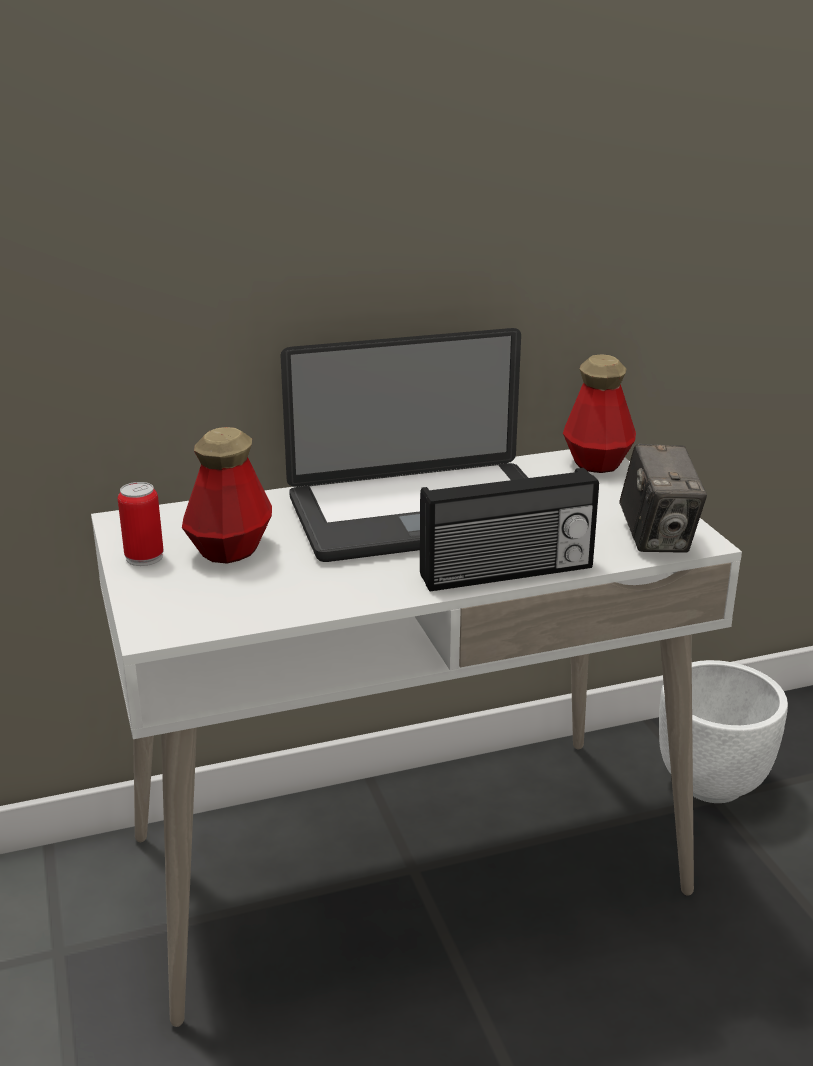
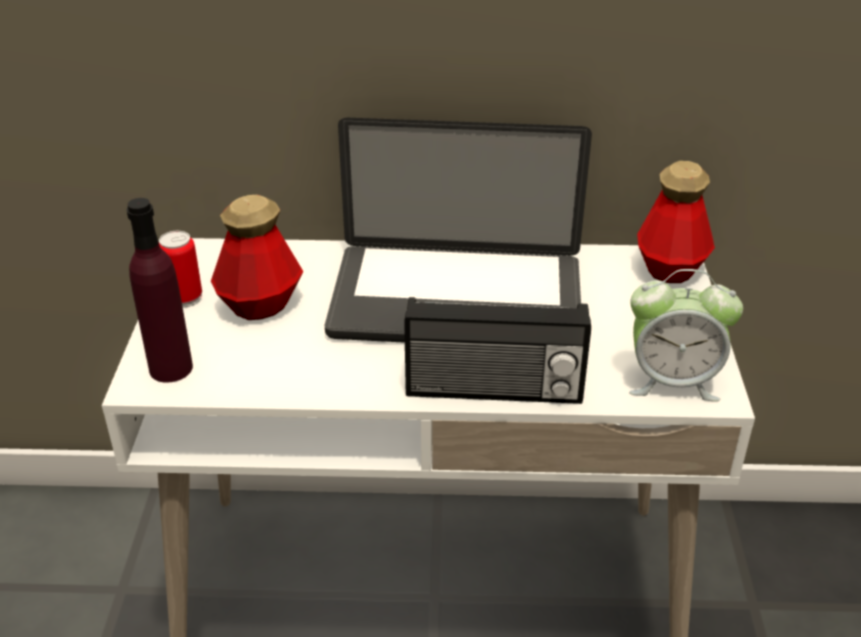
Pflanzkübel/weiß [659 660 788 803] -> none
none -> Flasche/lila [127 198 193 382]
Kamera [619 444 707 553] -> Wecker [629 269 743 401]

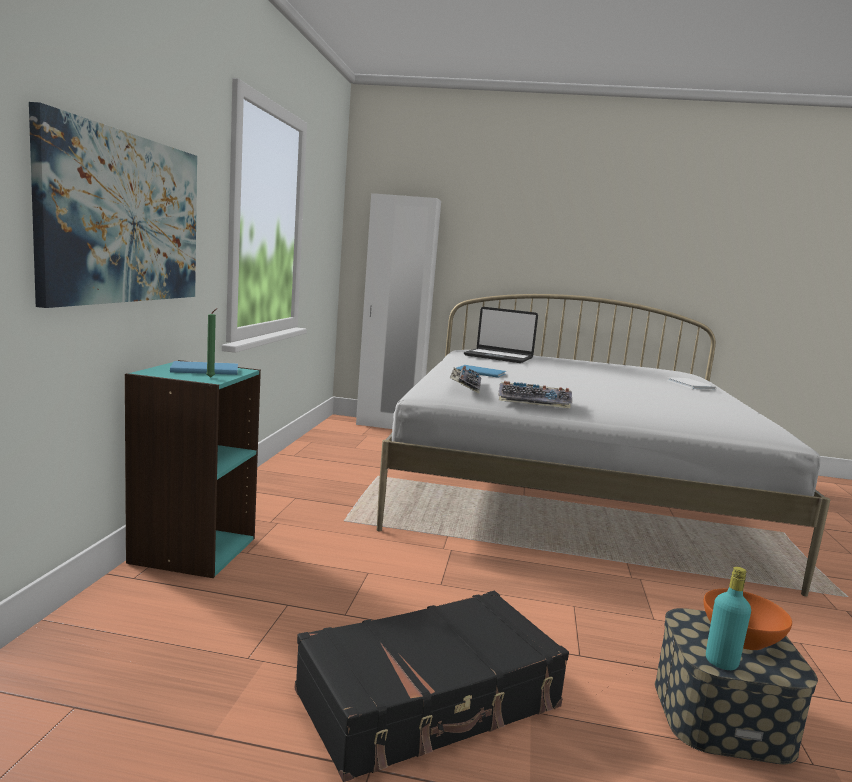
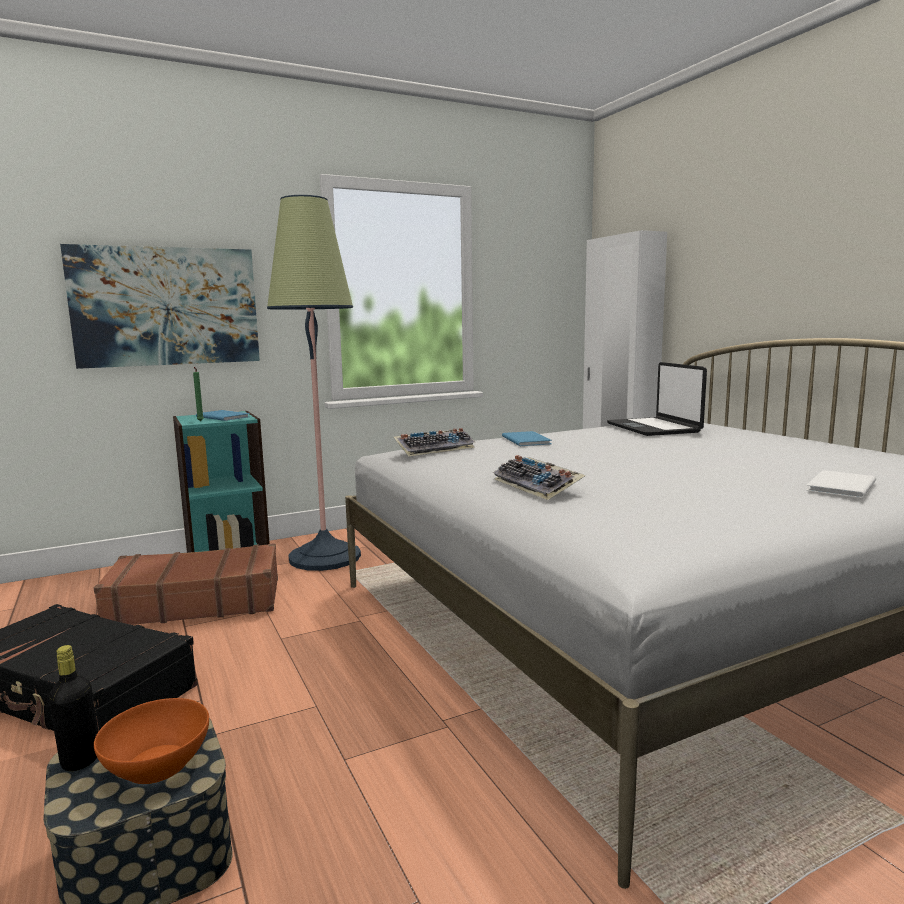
none -> Koffer/braun [94 543 278 625]
none -> Stehlampe [267 195 361 571]
Tastatur [498 381 572 409] -> Tastatur [493 455 586 500], relocated
Flasche/türkis [706 567 751 670] -> Flasche/schwarz [49 645 97 771]

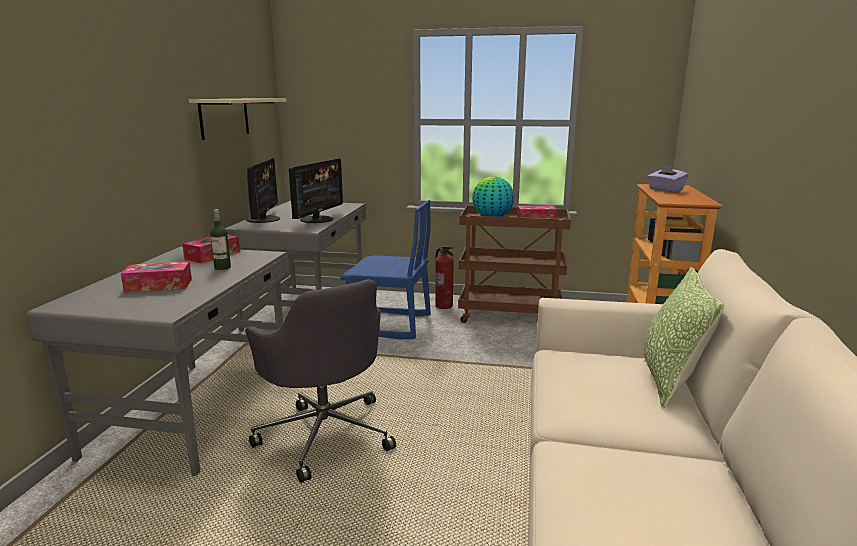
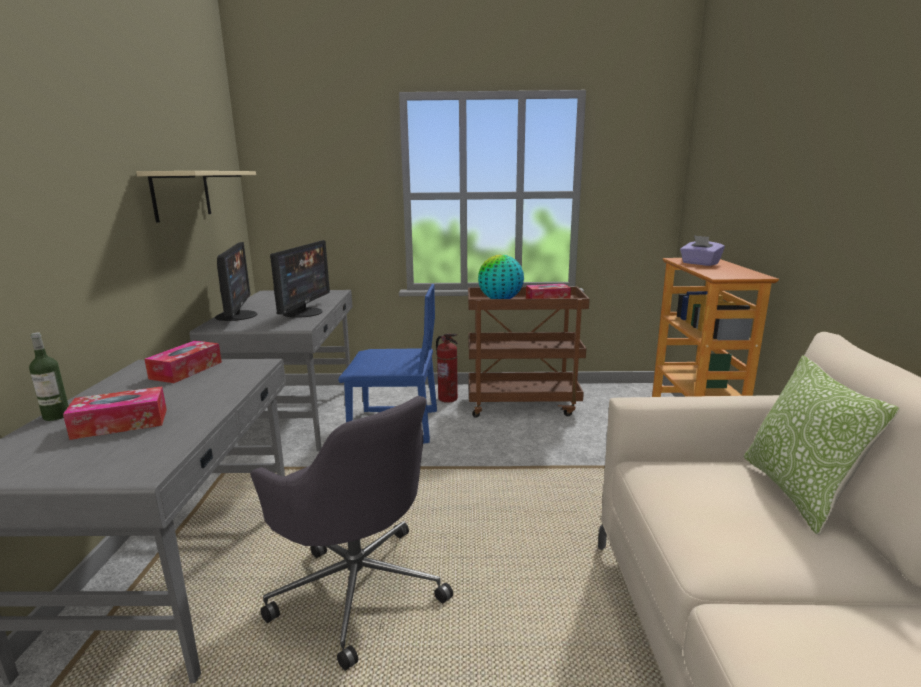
Flasche [210 209 231 270] -> Flasche [29 332 69 421], relocated

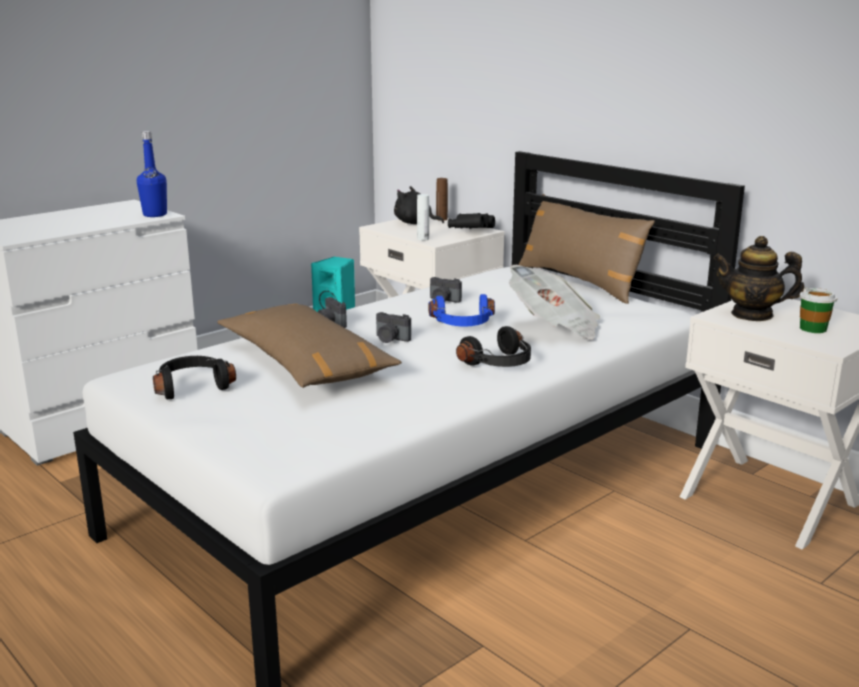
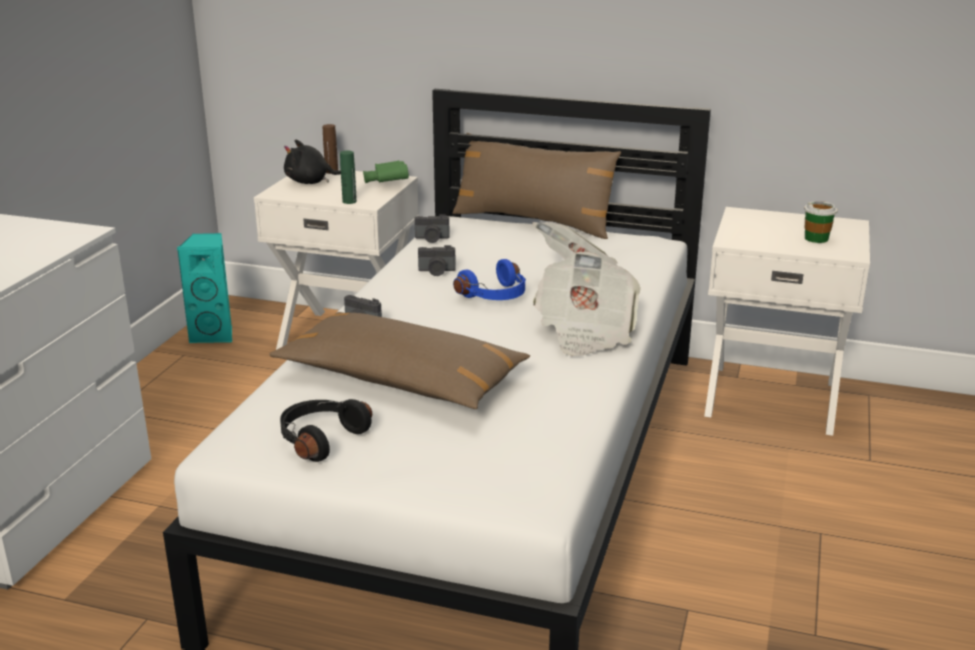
Flasche/blau [137 131 167 217] -> none
Teekanne [713 236 804 321] -> none
Kamera [376 312 411 343] -> Kamera [415 214 450 243], relocated
Kopfhörer/schwarz [456 326 531 367] -> Zeitung [533 252 641 356]
Flasche/weiß [417 194 429 241] -> Flasche/grün [340 150 357 204]
Fernglas/schwarz [448 213 495 229] -> Fernglas/grün [363 160 409 183]

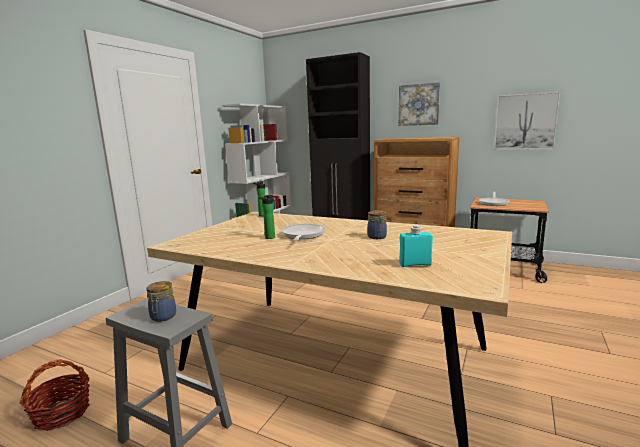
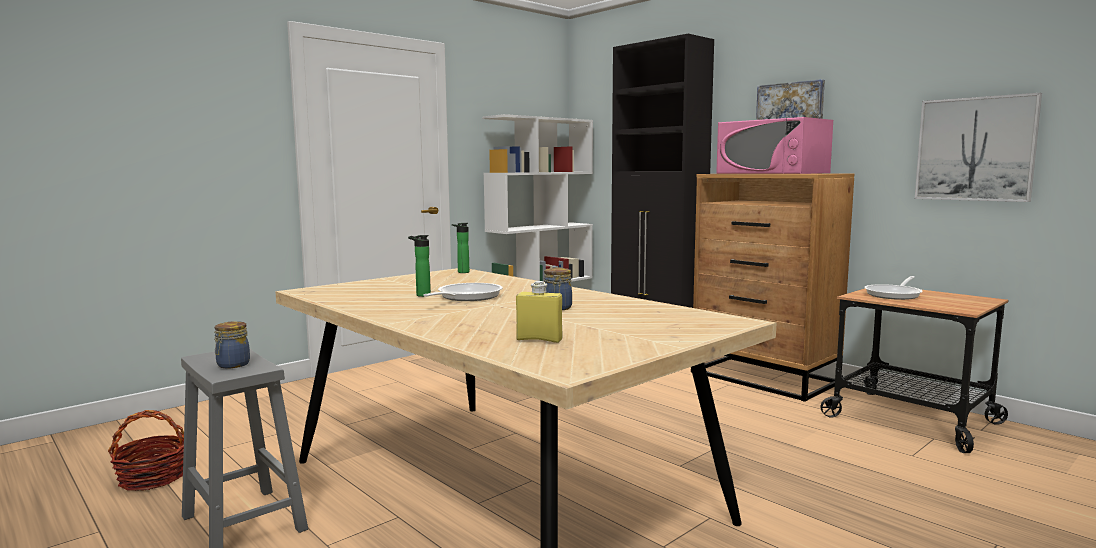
none -> Mikrowelle/rosa [716 117 833 174]
Flasche/türkis [399 225 433 267] -> Flasche/gelb [516 281 562 343]

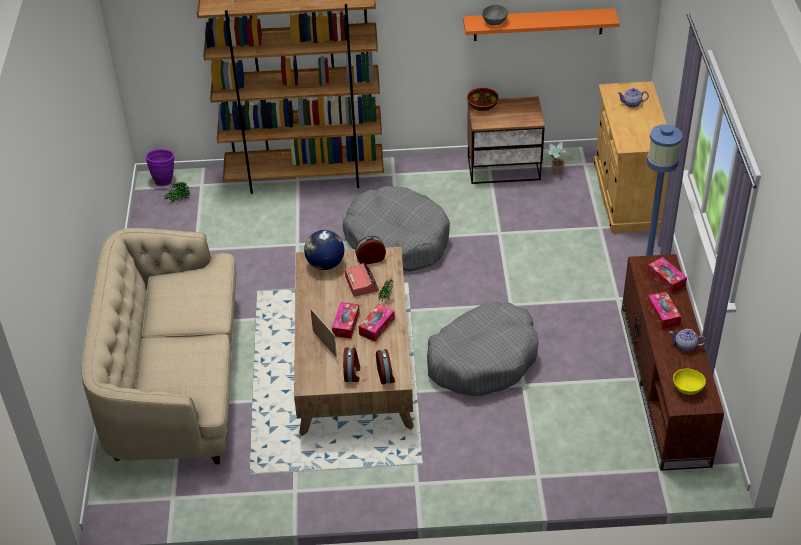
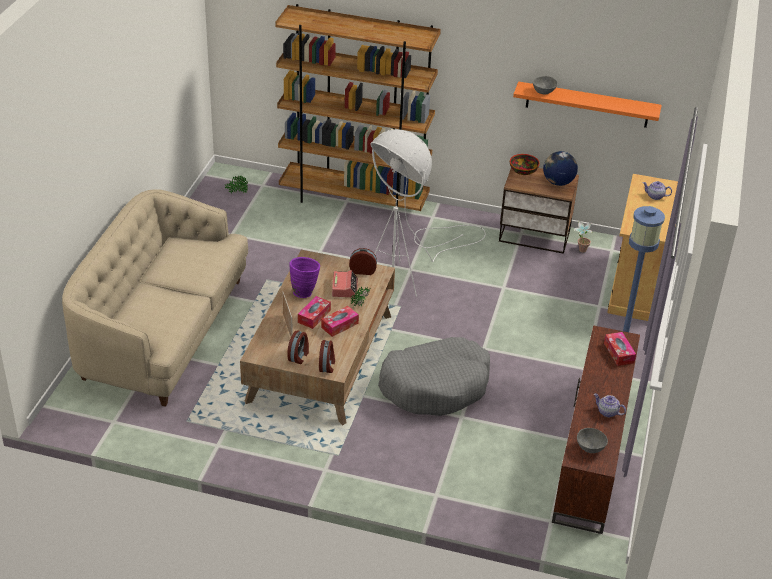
Taschentuchbox [647 291 681 329] -> none
Vase/lila [146 149 174 186] -> Vase/lila [289 257 320 298], relocated
Globus [304 230 344 270] -> Globus [543 151 578 186], relocated
Hundebett/grau [343 186 450 271] -> Stehlampe/weiß [370 129 486 297]
Schüssel/gelb [673 369 706 395] -> Schüssel/grau [577 428 608 453]

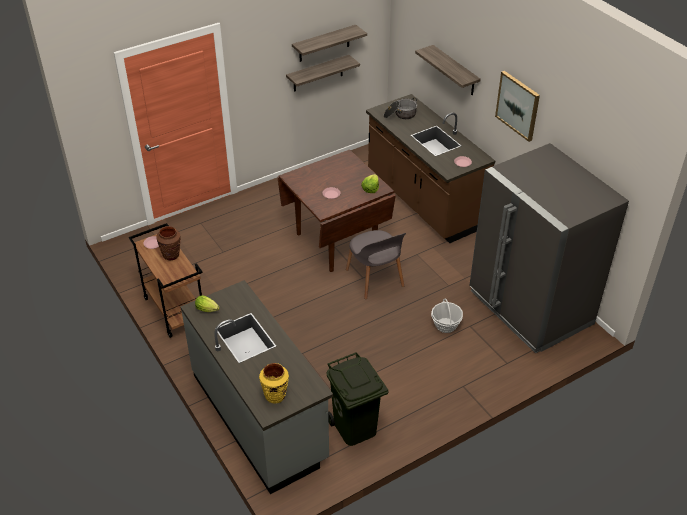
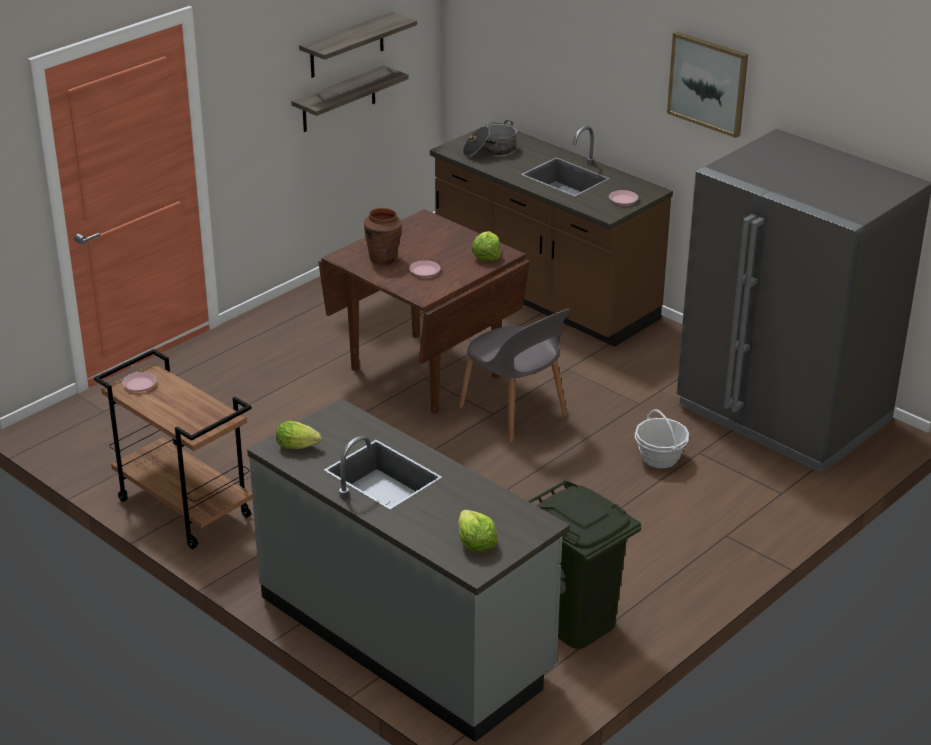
Wandregal [415 45 481 95] -> none
Vase/braun [156 226 181 260] -> Vase/braun [364 208 402 265], relocated
Vase/gelb [259 363 289 404] -> Salatkopf [458 510 498 552]

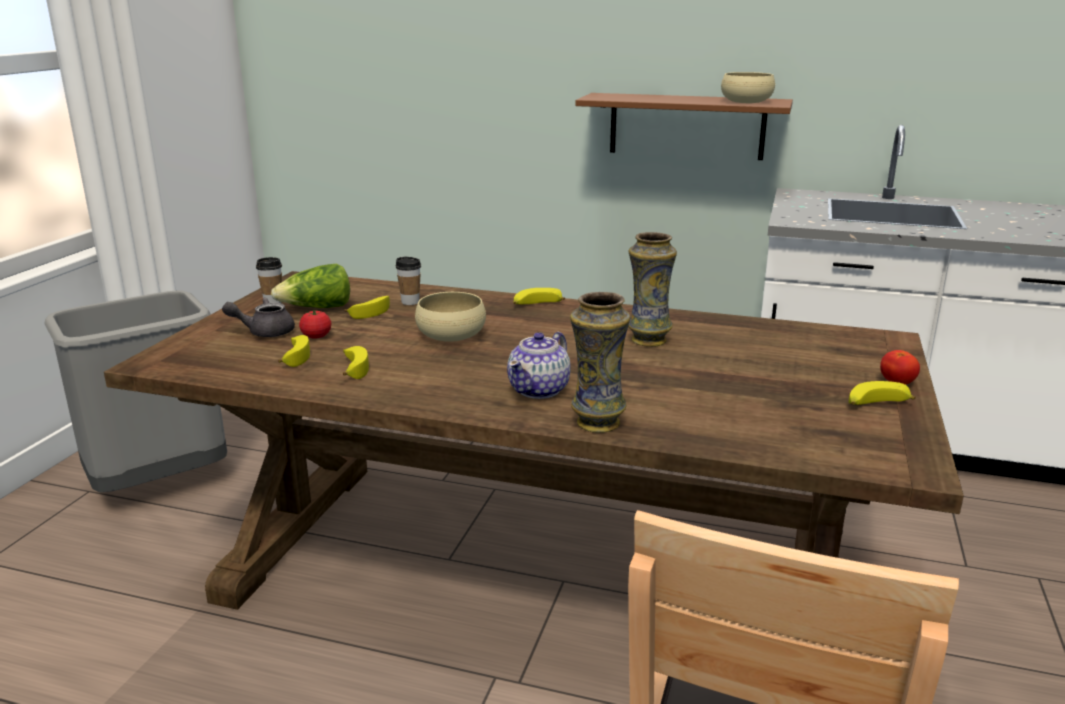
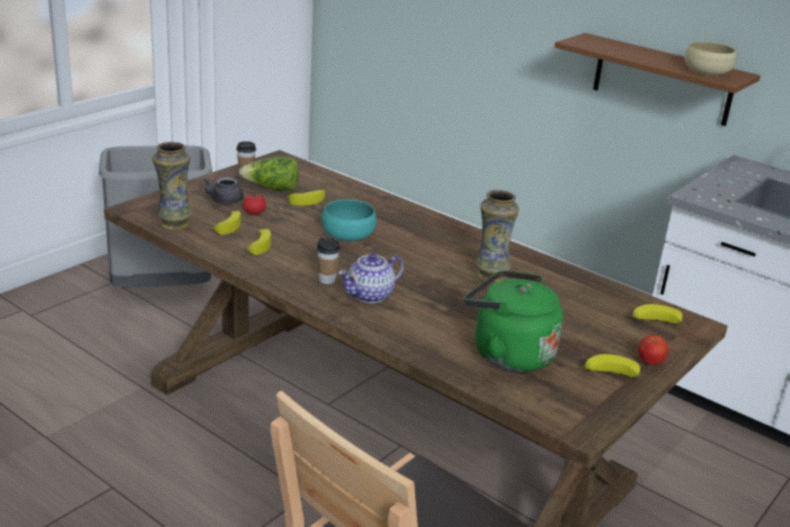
none -> Wasserkessel/grün [464 270 563 372]
Tasse [396 257 421 305] -> Tasse [316 237 341 284], relocated
Banane [513 288 565 304] -> Banane [632 304 684 324], relocated
Vase [570 292 630 433] -> Vase [152 142 192 230], relocated
Schüssel/beige [415 292 486 342] -> Schüssel/türkis [321 199 377 241]
Teekanne/grau [222 298 295 337] -> Teekanne/grau [204 177 244 204], 75 degrees counterclockwise

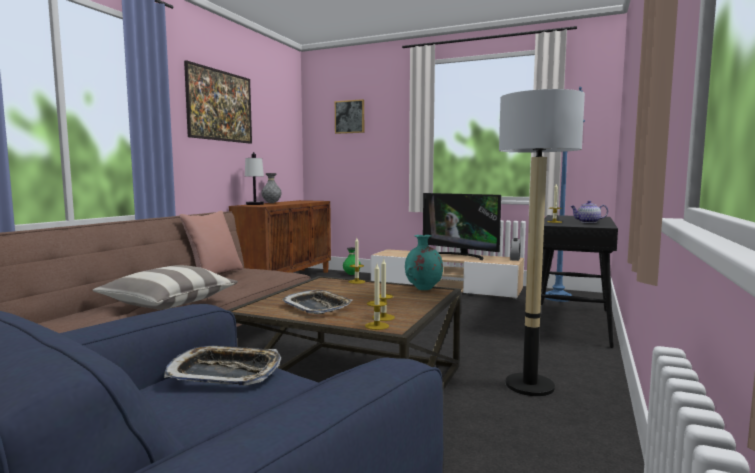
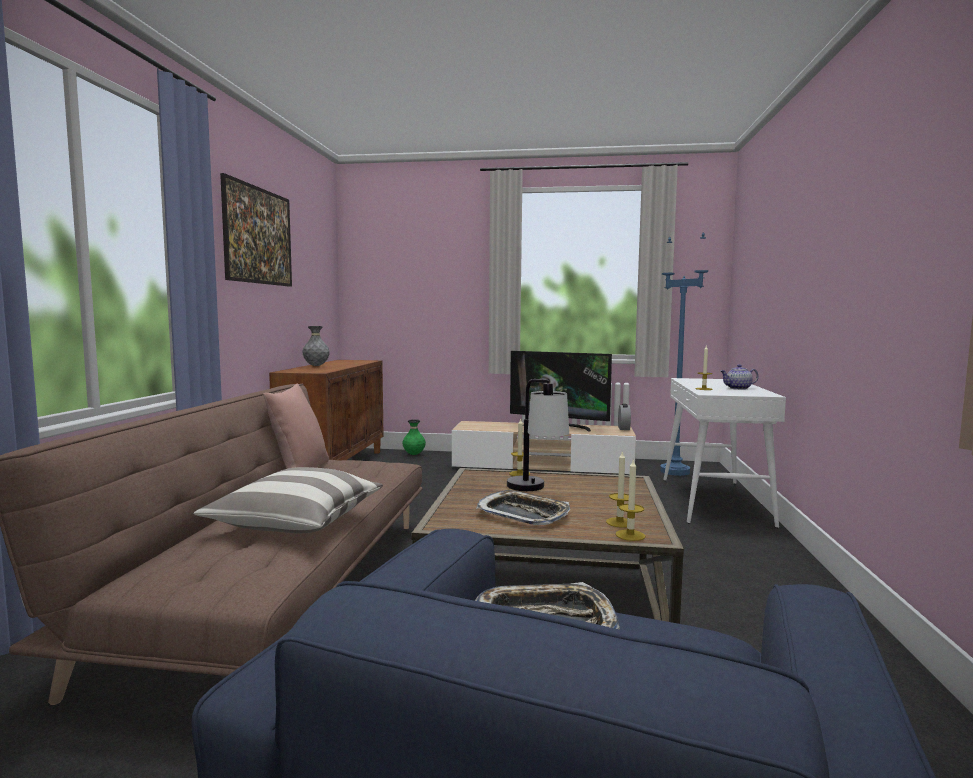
Bild [335 99 364 134] -> none
Vase/türkis [405 235 443 290] -> none
Stehlampe [499 89 585 396] -> none
Tischlampe [245 152 264 205] -> Tischlampe [507 379 569 491], relocated
Konsolentisch/schwarz [541 215 618 348] -> Konsolentisch/weiß [663 378 786 528]

